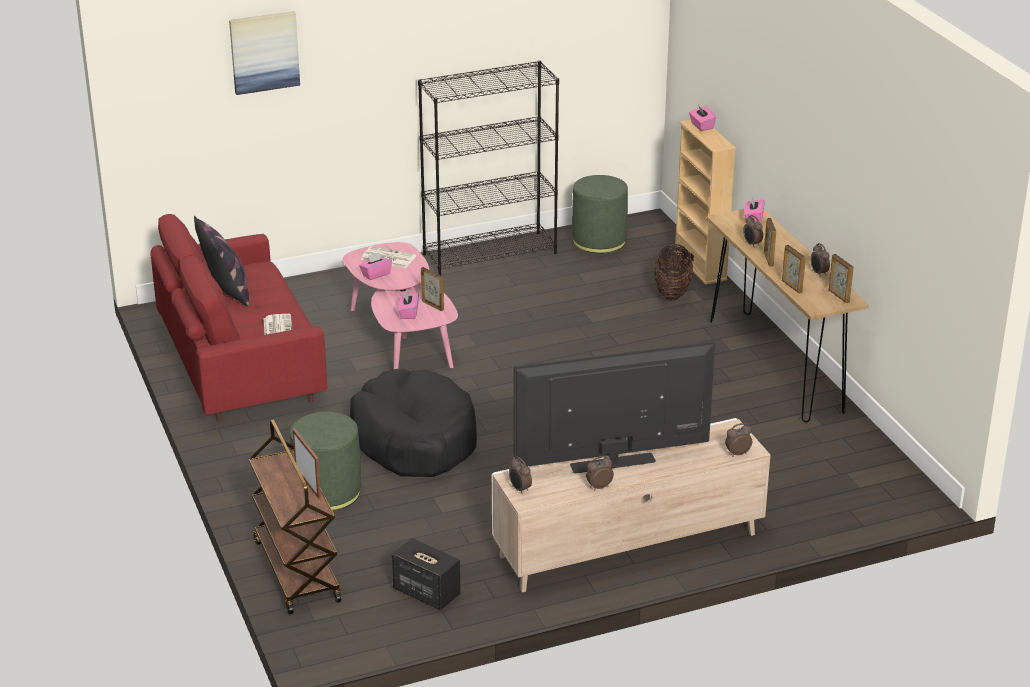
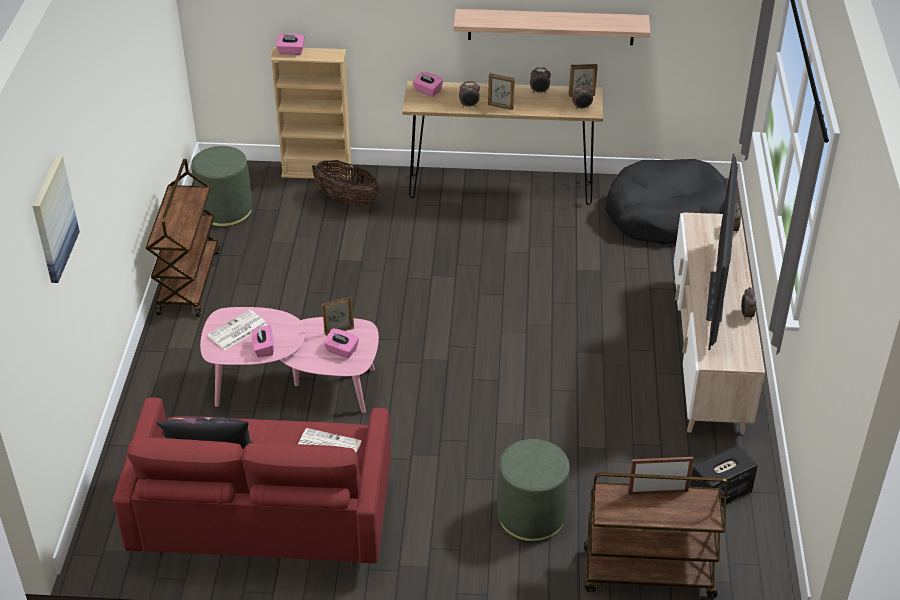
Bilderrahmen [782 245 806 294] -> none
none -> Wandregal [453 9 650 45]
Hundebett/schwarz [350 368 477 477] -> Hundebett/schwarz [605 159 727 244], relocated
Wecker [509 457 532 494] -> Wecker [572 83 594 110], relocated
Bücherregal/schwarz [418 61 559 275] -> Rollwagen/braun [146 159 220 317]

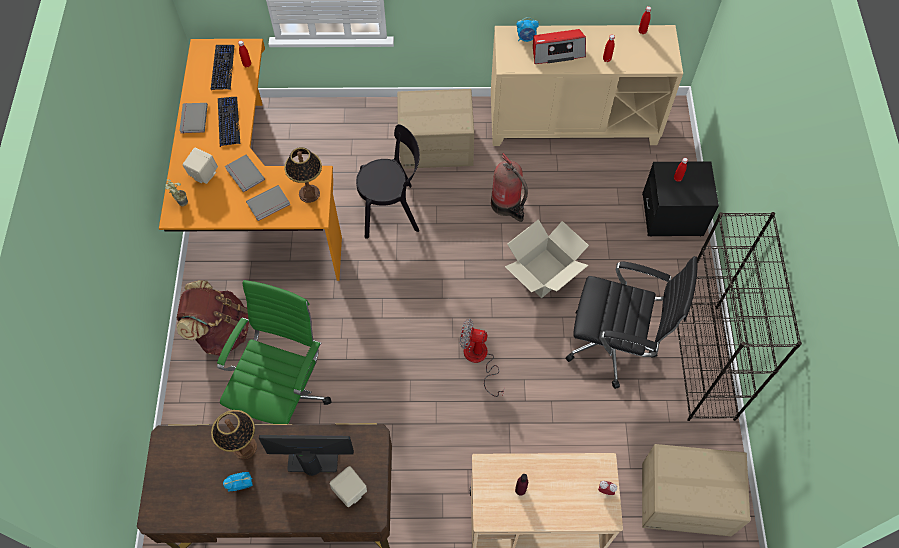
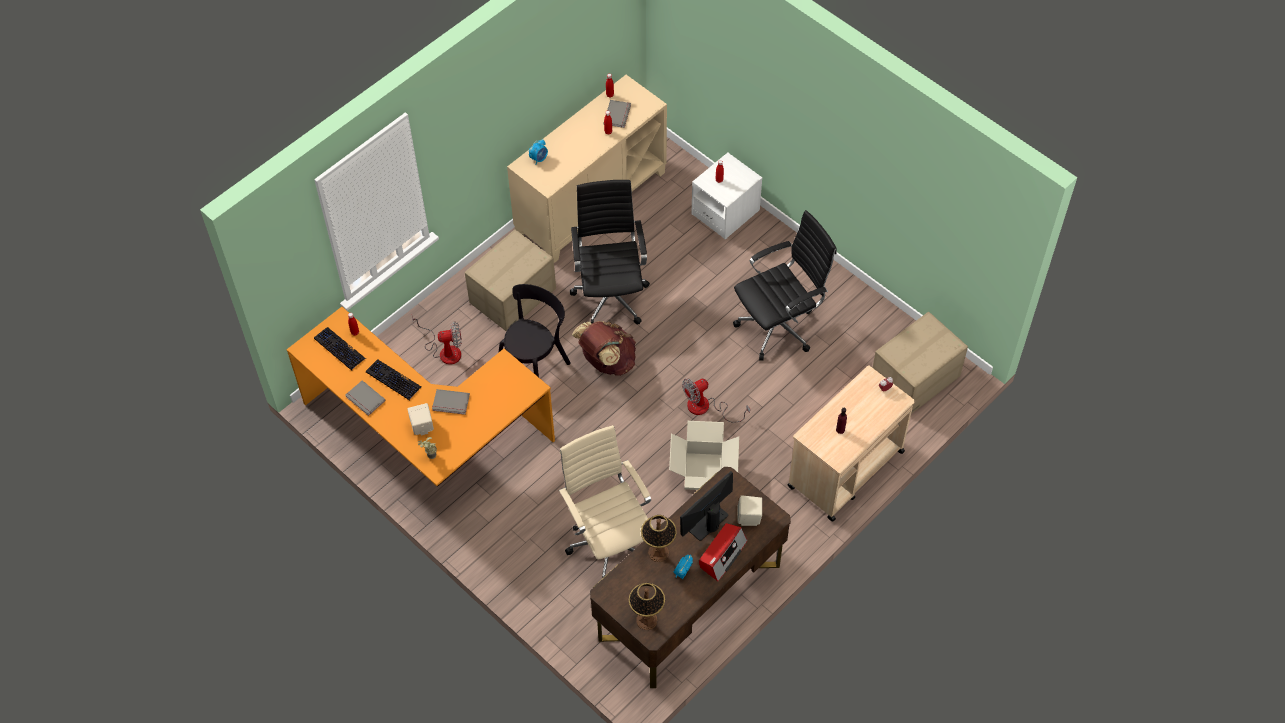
Bücherregal/schwarz [677 212 802 421] -> none
none -> Ventilator [412 317 462 365]
Rucksack/braun [177 280 249 355] -> Rucksack/braun [572 321 636 376], relocated
Buch/grau [246 185 290 221] -> Buch/grau [603 100 631 128], relocated
Tischlampe [284 147 322 203] -> Tischlampe [629 583 665 630], relocated
Karton [505 219 589 298] -> Karton [669 421 739 490], relocated
Radio [533 29 586 64] -> Radio [699 523 748 582], relocated
Feuerlöscher [491 153 528 222] -> Bürostuhl/schwarz [570 180 650 325]
Bürostuhl/grün [217 280 332 424] -> Bürostuhl/beige [559 425 654 578]
Nachttisch/schwarz [642 161 719 237] -> Nachttisch/weiß [691 153 762 239]

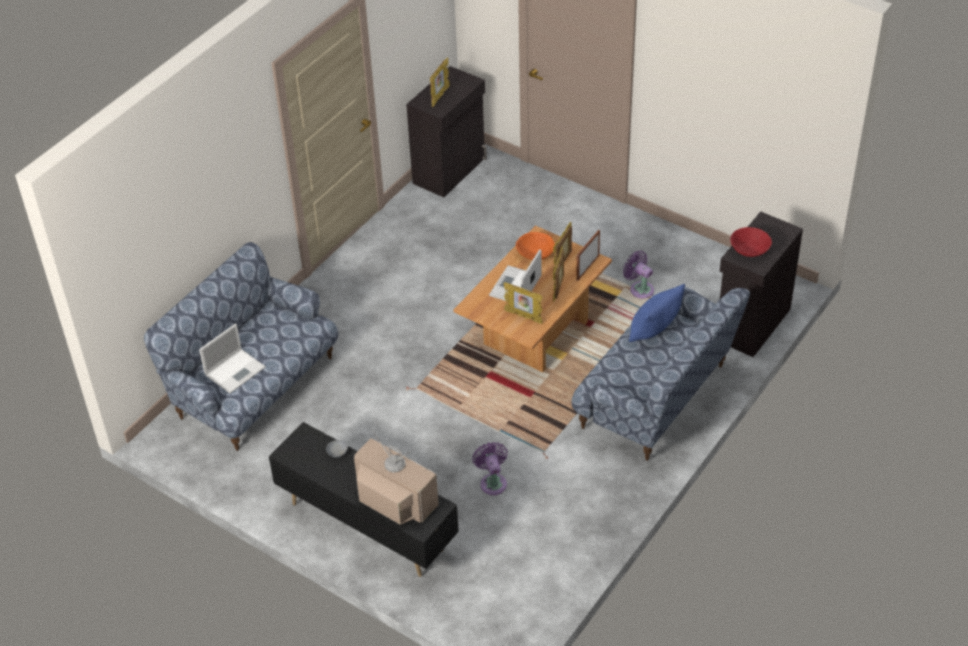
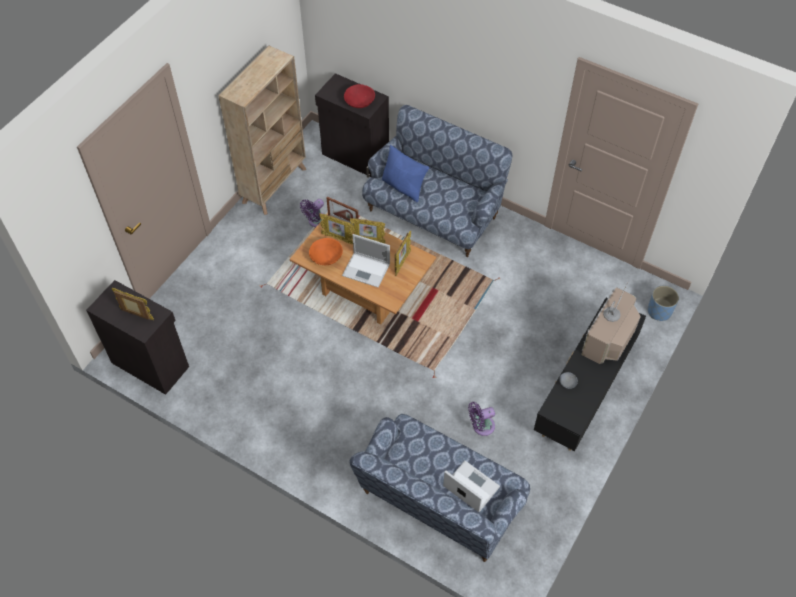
none -> Bücherregal/beige [218 46 306 215]
none -> Pflanzkübel/blau [648 285 679 321]
Ventilator/lila [472 442 508 495] -> Ventilator/lila [468 402 495 436], relocated

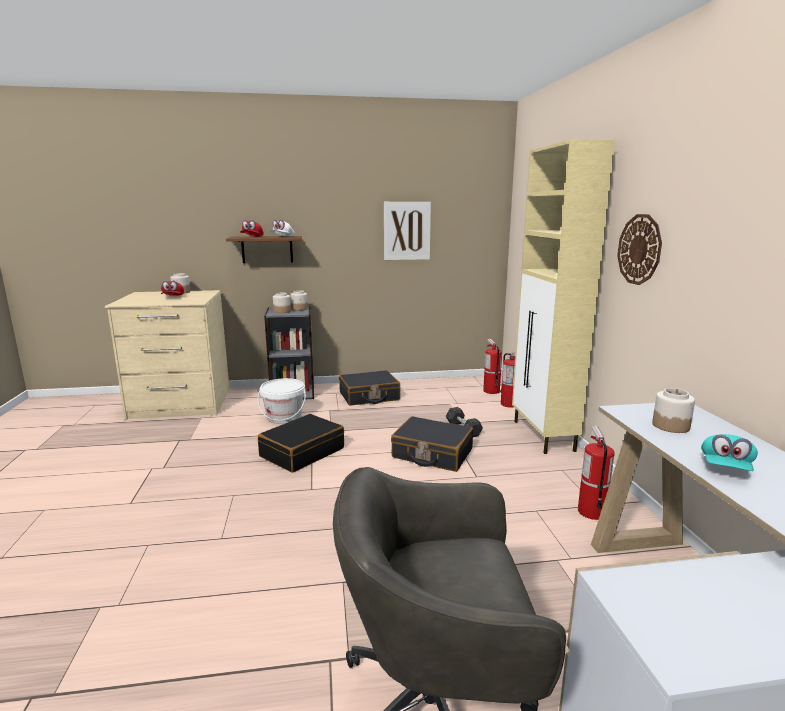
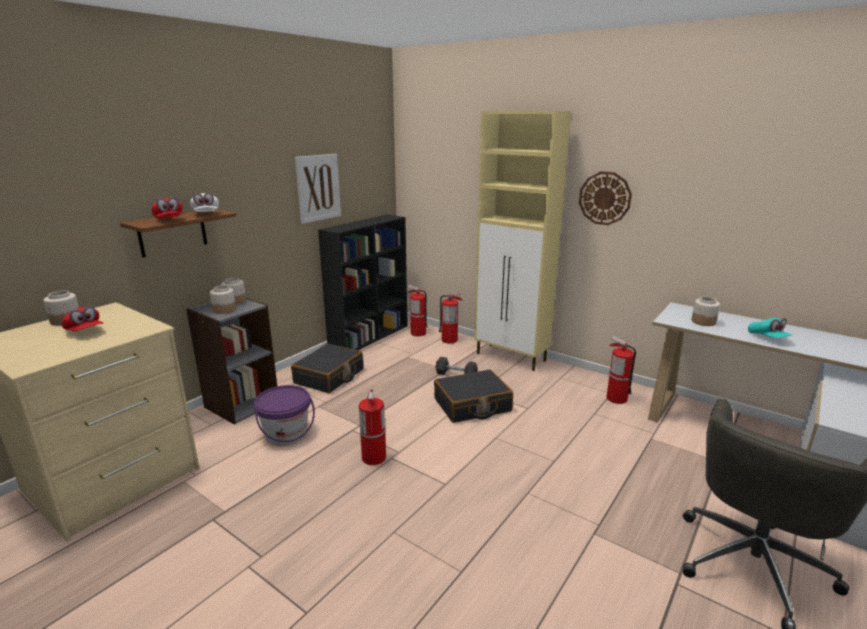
none -> Bücherregal/schwarz [318 215 408 350]
Koffer/schwarz [258 414 344 473] -> Feuerlöscher [359 389 386 465]
Eimer/weiß [258 378 306 424] -> Eimer/lila [254 385 315 446]

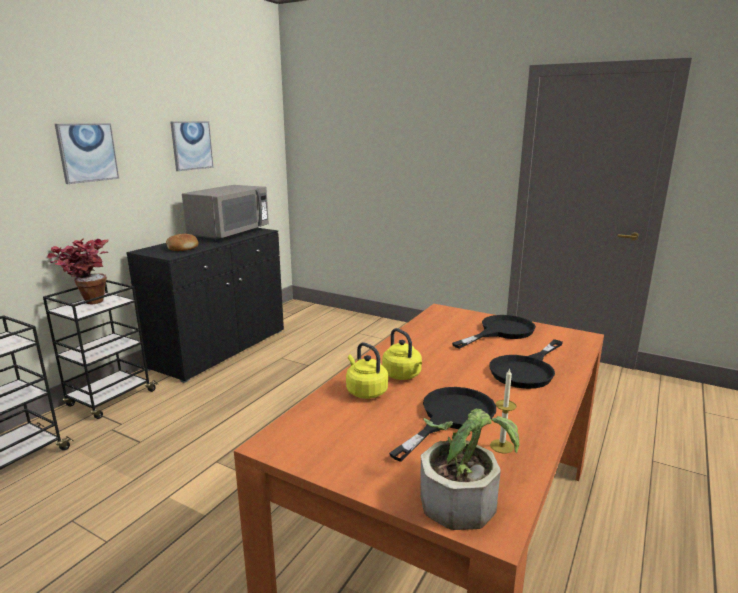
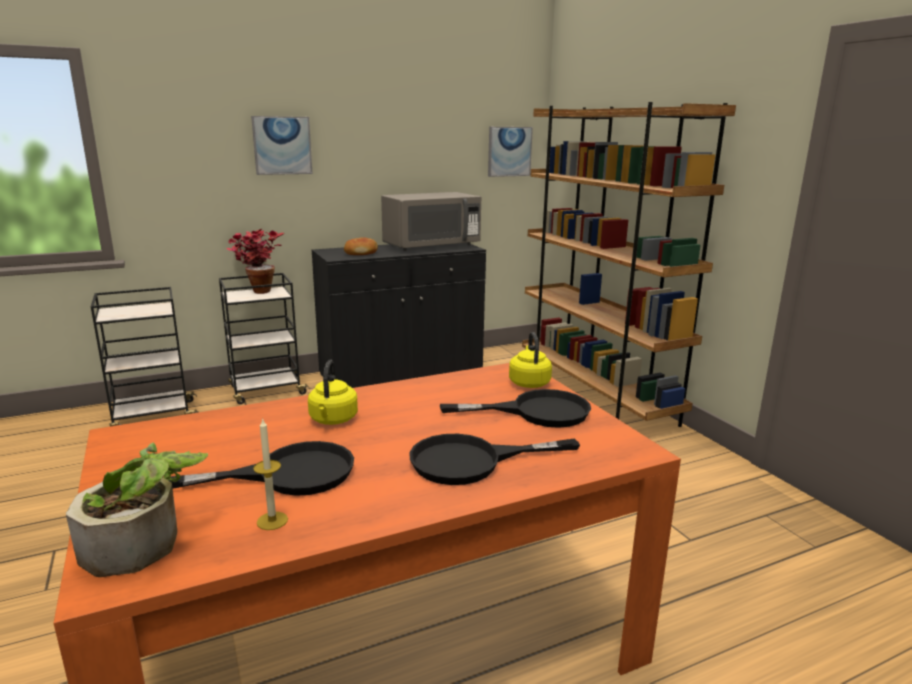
none -> Bücherregal/braun [522 102 736 427]
Bild [170 121 214 171] -> Bild [488 127 533 177], relocated
Wasserkessel/gelb [346 342 388 399] -> Wasserkessel/gelb [509 332 552 388], relocated

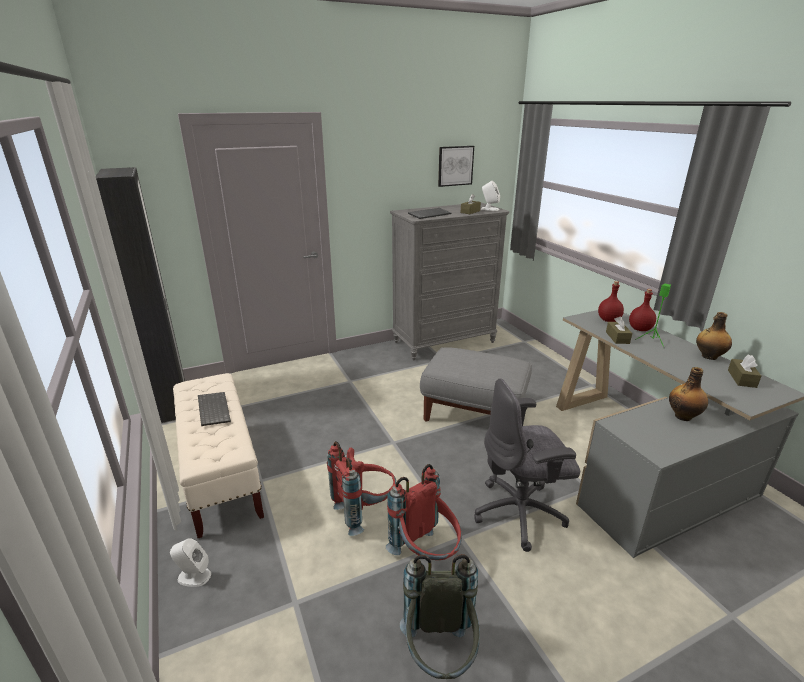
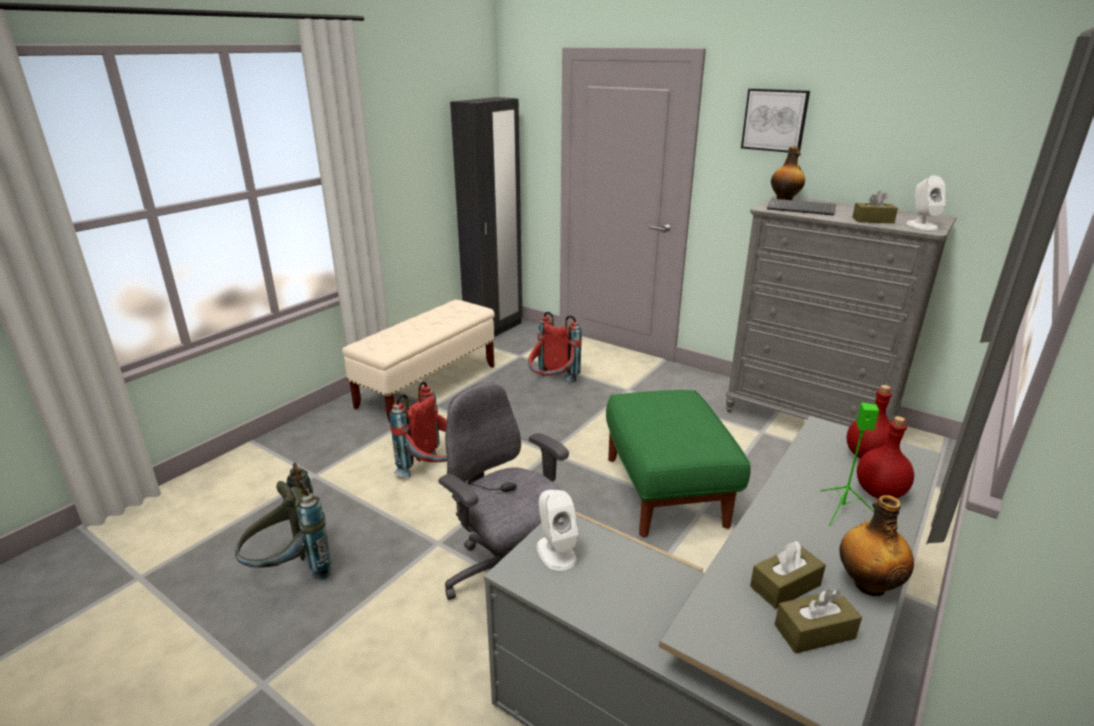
Tastatur [198 392 231 426] -> none
Lautsprecher/weiß [170 538 211 587] -> Lautsprecher/weiß [537 490 579 571], relocated
Rucksack/rot [386 464 462 560] -> Rucksack/rot [528 312 582 383], relocated
Bild [438 146 474 187] -> Bild [741 88 810 152], relocated
Taschentuchbox/braun [606 316 632 344] -> Taschentuchbox/braun [750 541 826 609], relocated
Flasche [669 367 708 421] -> Flasche [771 146 805 200], relocated
Polsterhocker/grau [420 347 532 422] -> Polsterhocker/grün [606 390 751 538]

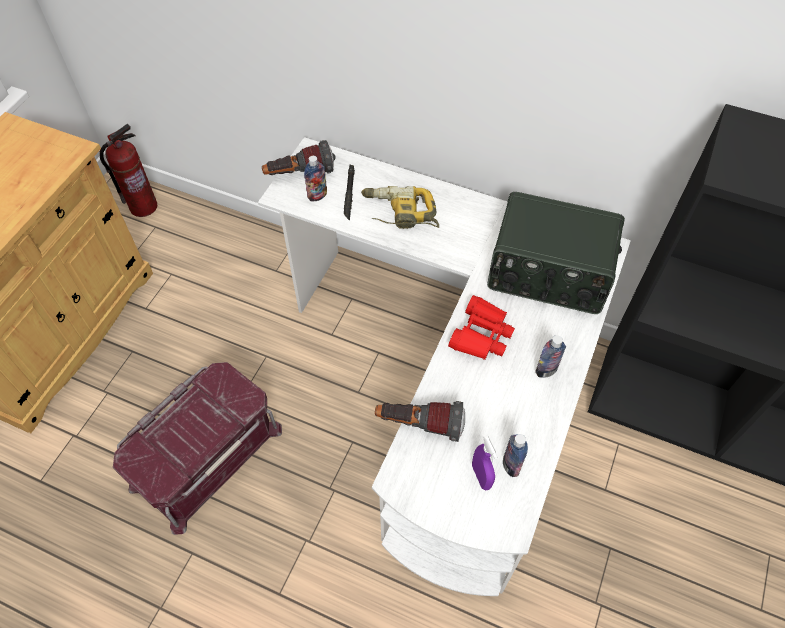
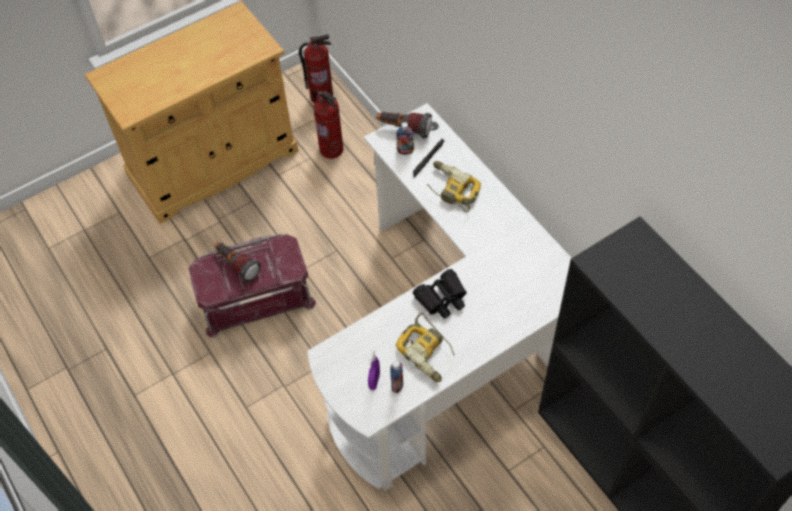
Radio [487 192 625 314] -> none
Flasche [535 335 566 378] -> none
none -> Feuerlöscher [313 90 343 159]
none -> Bohrmaschine [396 313 455 382]
Taschenlampe [375 401 465 442] -> Taschenlampe [214 242 261 282], relocated
Fernglas/rot [448 295 515 360] -> Fernglas/schwarz [413 269 467 318]

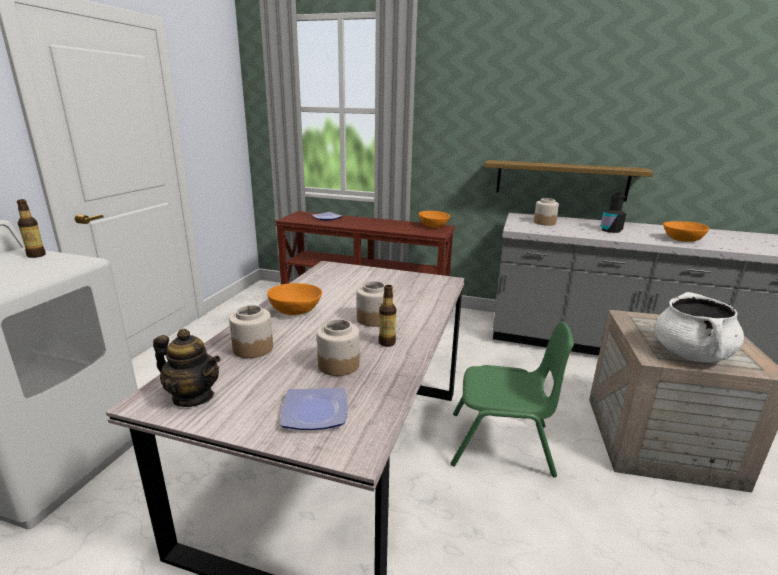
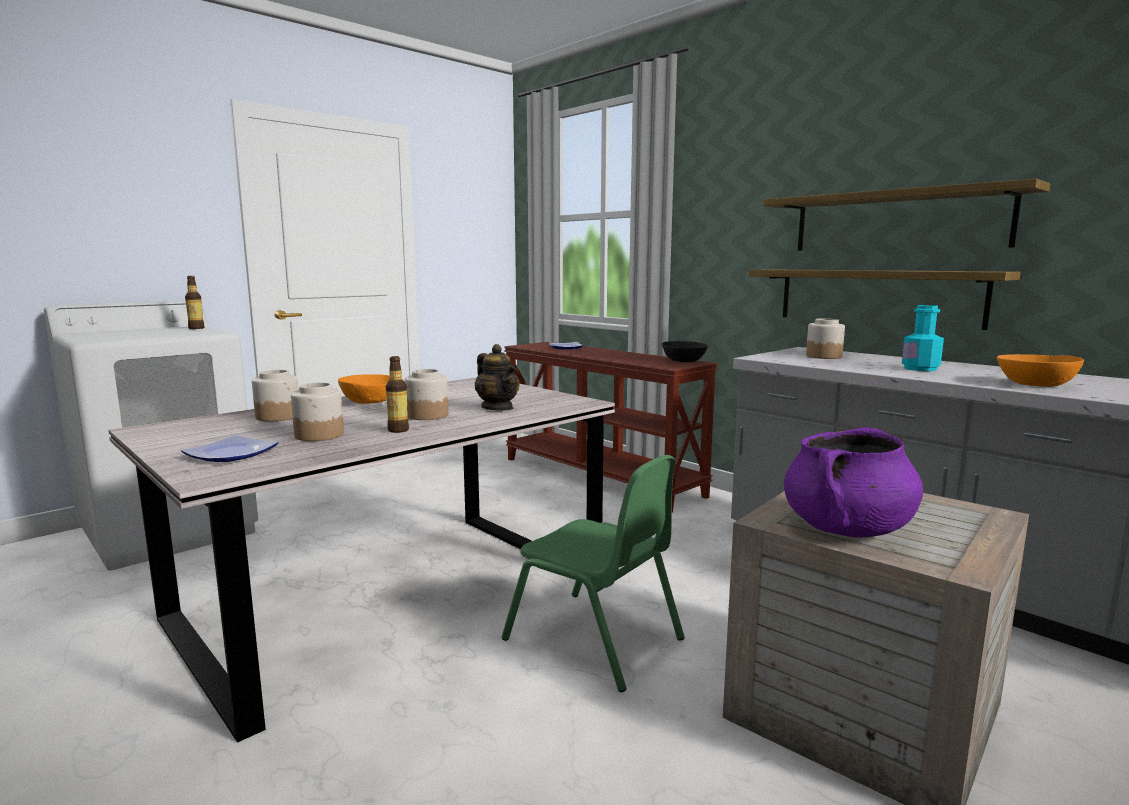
none -> Wandregal [763 179 1050 251]
Teekanne [153 329 221 407] -> Teekanne [475 344 520 411], relocated
Schüssel/orange [419 211 450 228] -> Schüssel/schwarz [662 341 708 362]
Flasche/schwarz [600 192 626 233] -> Flasche/türkis [902 305 944 371]
Kochtopf/weiß [655 292 744 362] -> Kochtopf/lila [784 427 923 538]

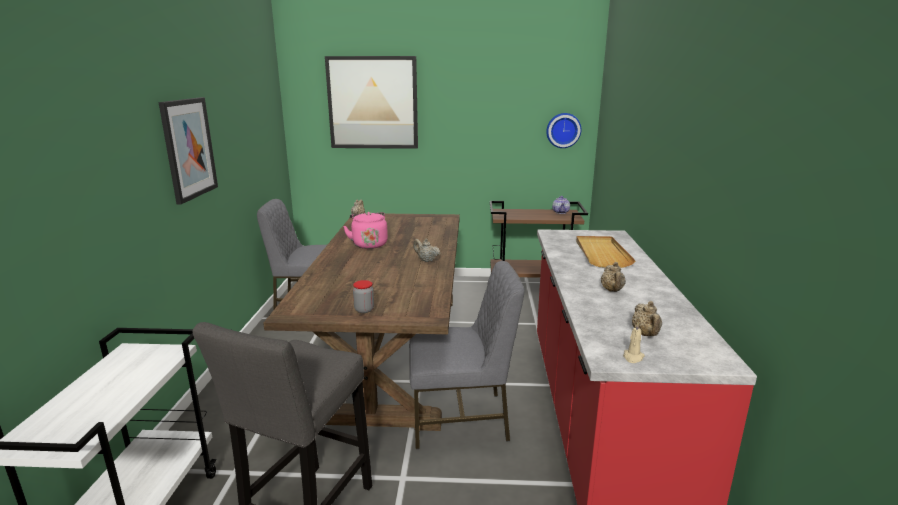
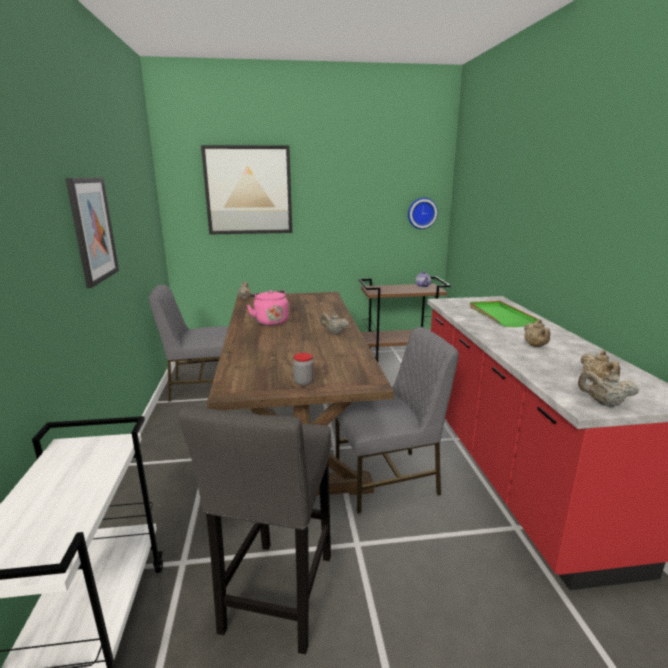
Kerze/beige [623 323 645 363] -> Teekanne/beige [578 369 639 407]
Tablett/beige [576 236 636 268] -> Tablett/grün [470 301 538 327]

